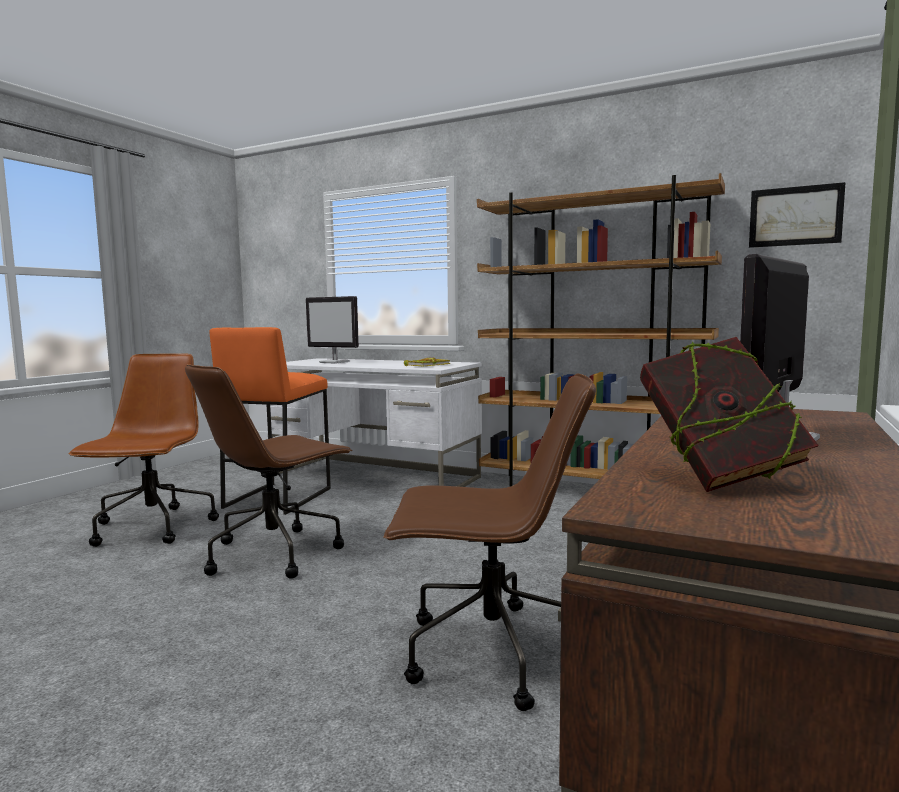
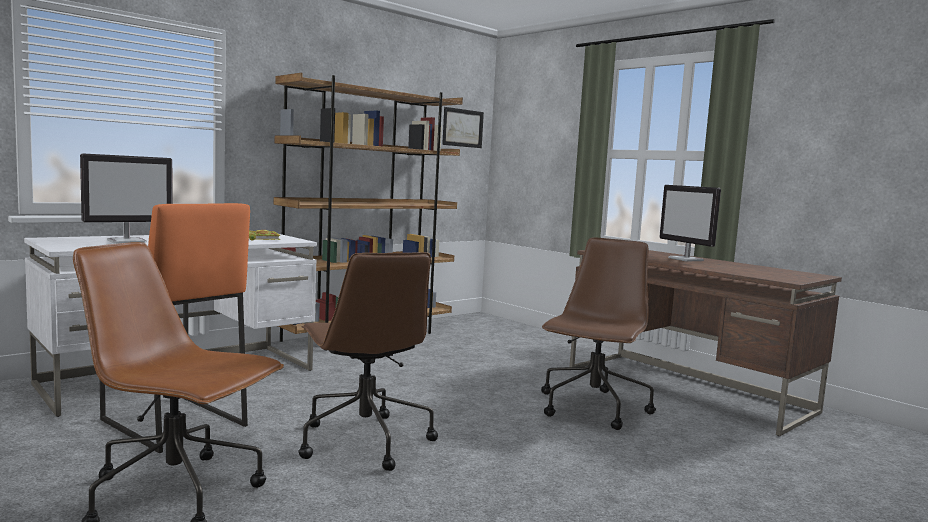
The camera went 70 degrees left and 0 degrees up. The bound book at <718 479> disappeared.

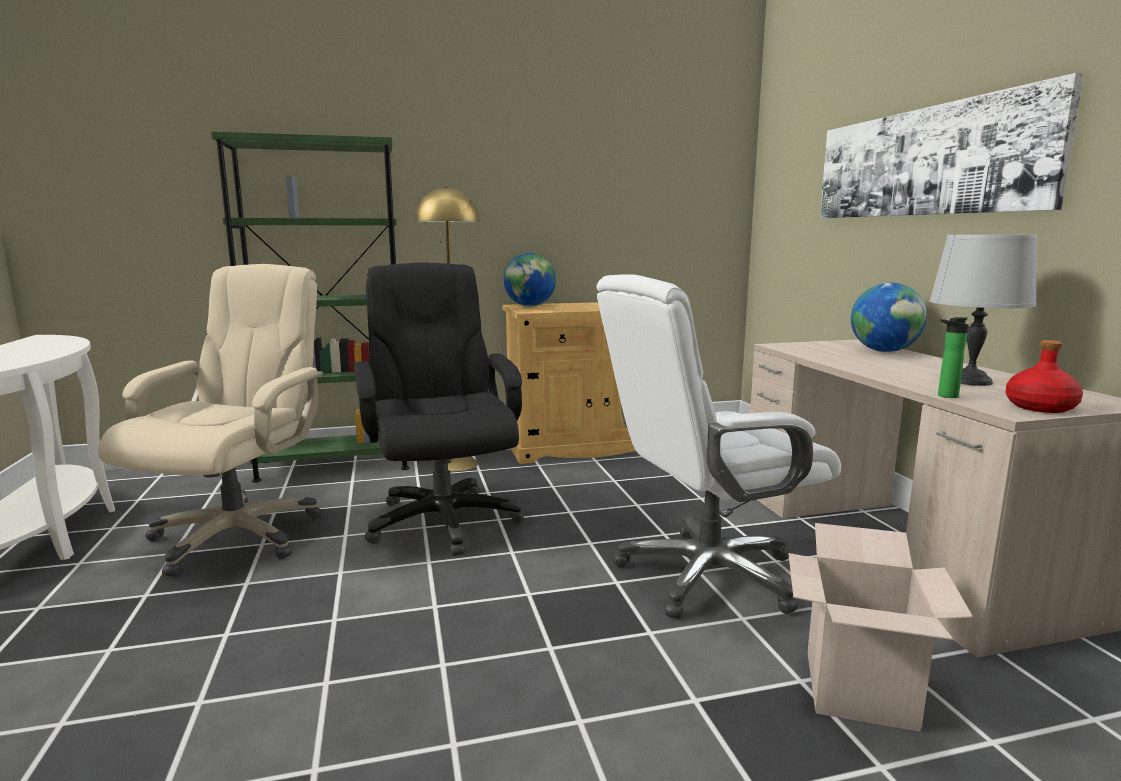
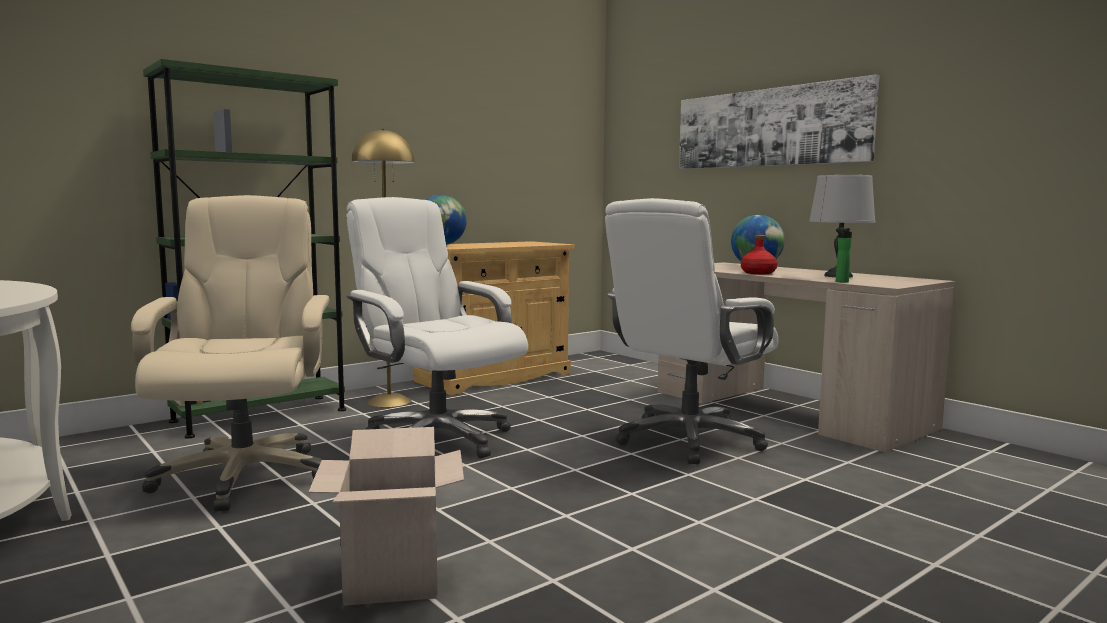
The camera went 25 degrees left and 5 degrees down. The blackish office chair at <442 520> became the whitish office chair at <437 439>. The red drink bottle moved from <1039 407> to <758 273>. The packing box moved from <859 690> to <392 578>.

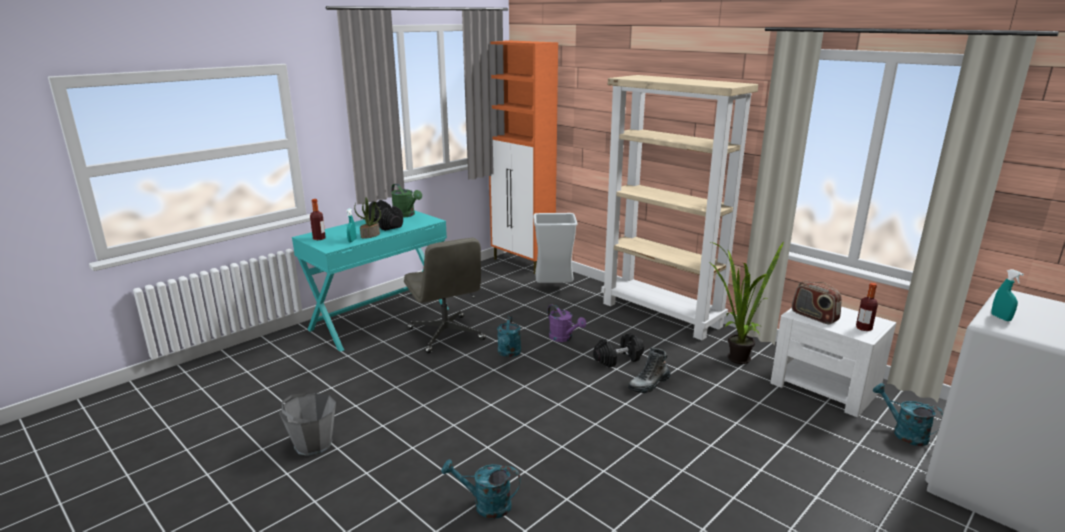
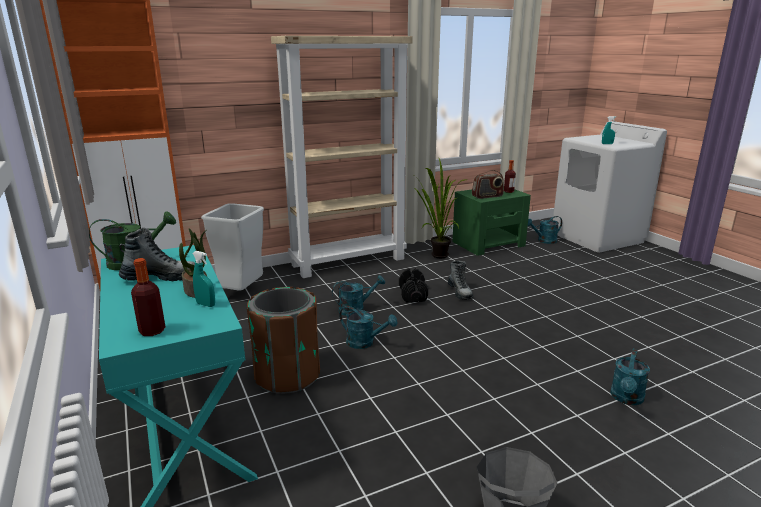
The camera went 70 degrees left and 0 degrees up. The blackish dumbbell at <386 225> was replaced by the tall boot at <160 277>. The grey office chair at <446 334> was replaced by the brownish trash can at <288 375>. The purple sprinkling can at <564 338> became the blue-green sprinkling can at <356 309>. The whitish bedside table at <825 387> became the green-coloured bedside table at <489 243>.

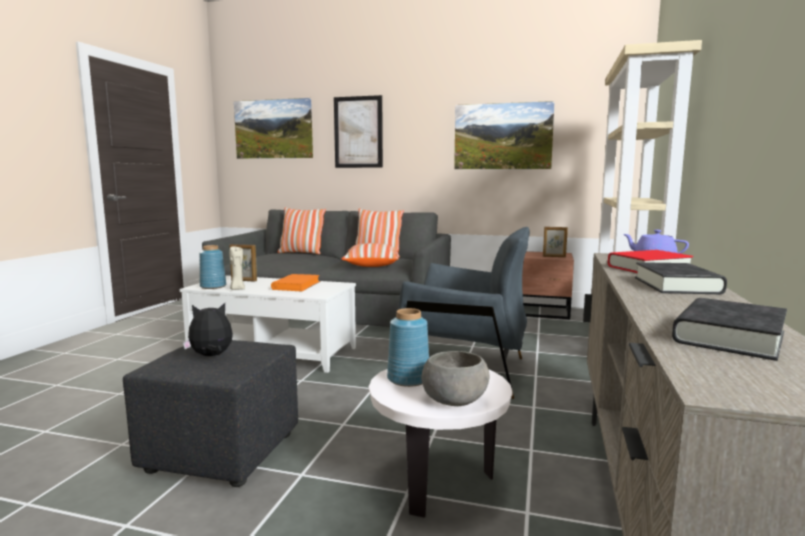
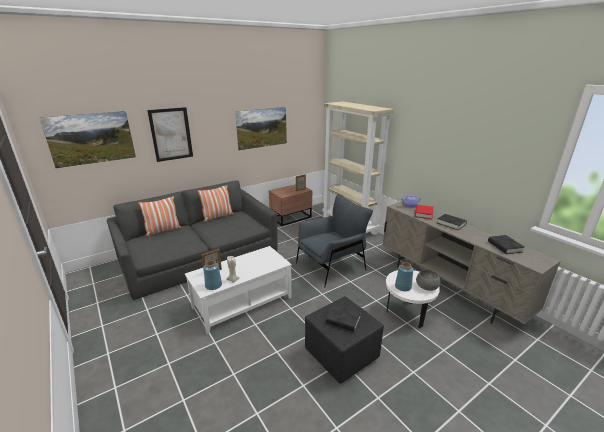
The camera went 50 degrees left and 15 degrees up. The throw pillow at <371 264> disappeared. The orange-coloured bound book at <296 285> disappeared. The cuddly toy at <211 356> was replaced by the blackish bound book at <343 320>.

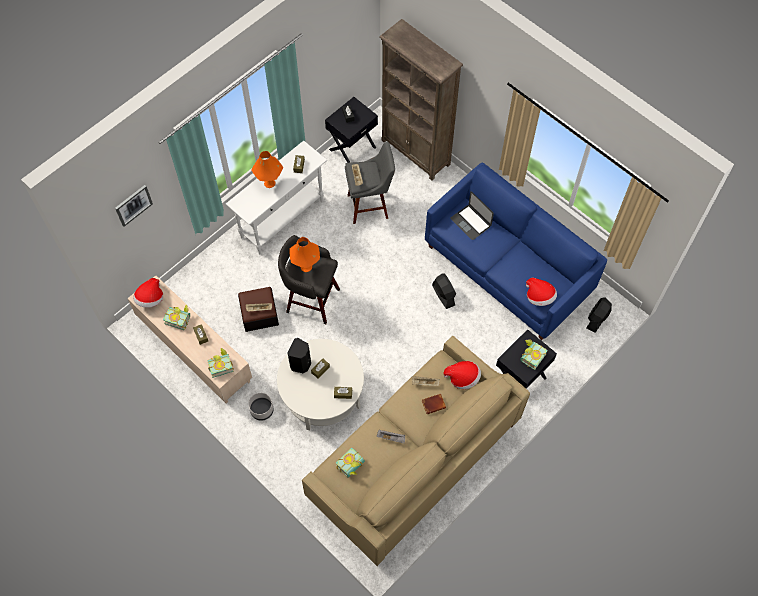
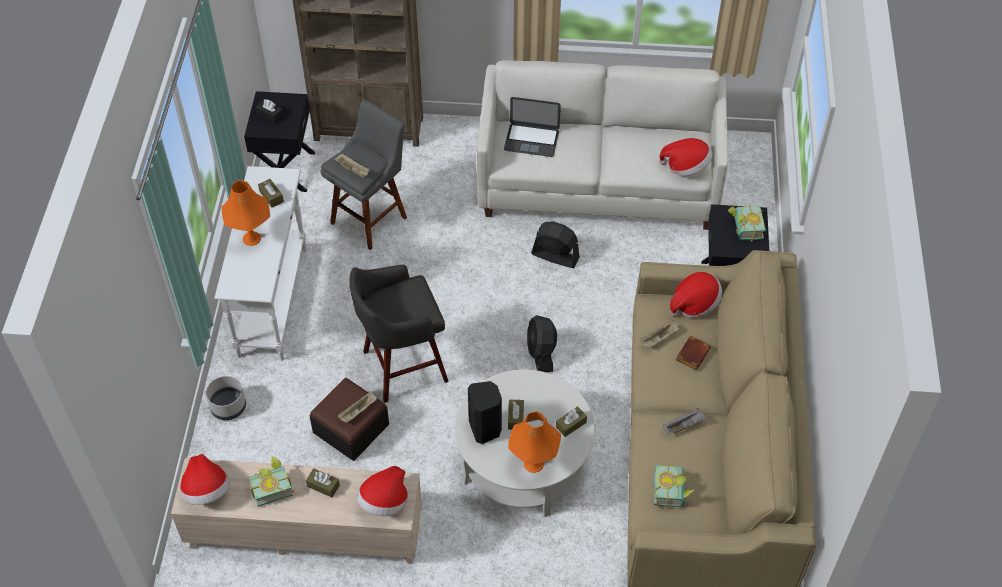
The camera went 40 degrees left and 10 degrees down. The bluish couch at <508 268> became the whitish couch at <598 181>. The picture at <133 205> disappeared. The orange-coloured table lamp moved from <306 267> to <533 464>. The blackish cooling fan moved from <597 319> to <541 353>. The bound book at <220 365> was replaced by the wearable hat at <384 502>. The grey flower pot moved from <262 410> to <228 406>.

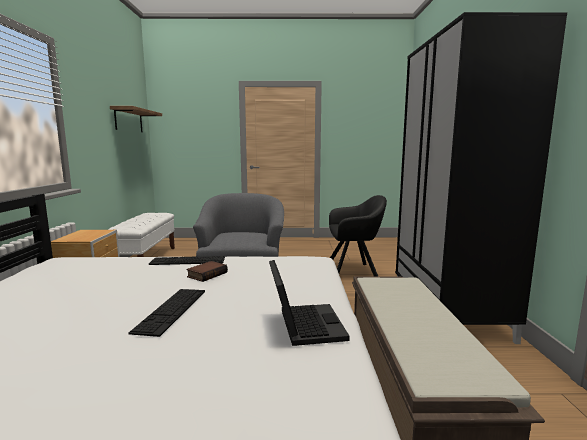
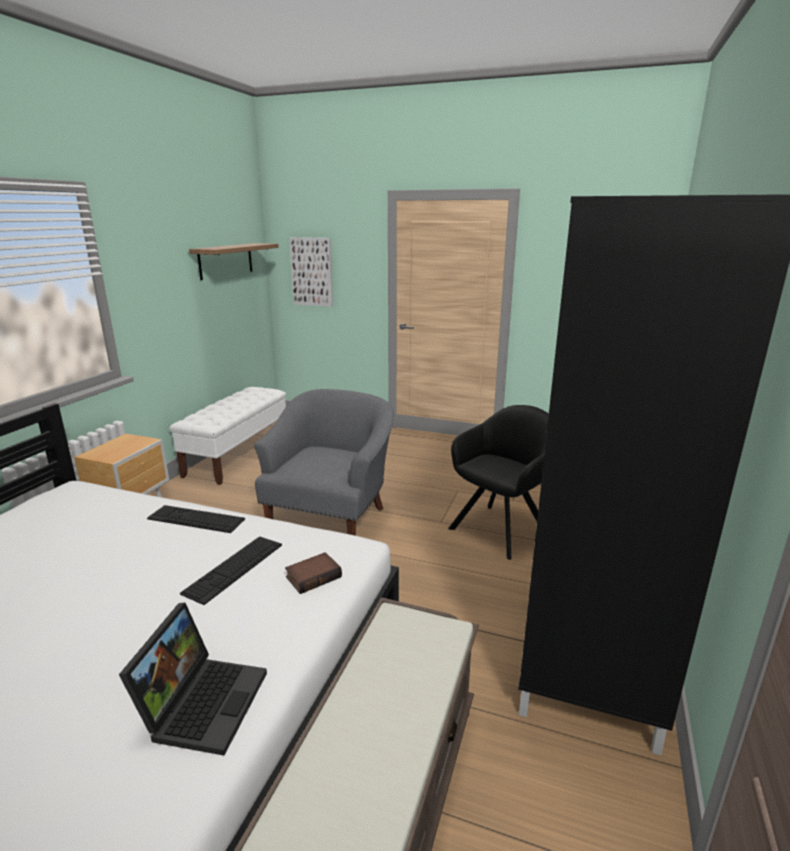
The camera went 20 degrees right and 10 degrees up. The blackish armchair at <354 271> turned 60 degrees counterclockwise. The bound book moved from <207 274> to <313 576>. The PC keyboard moved from <171 310> to <234 568>. The picture at <312 272> appeared.

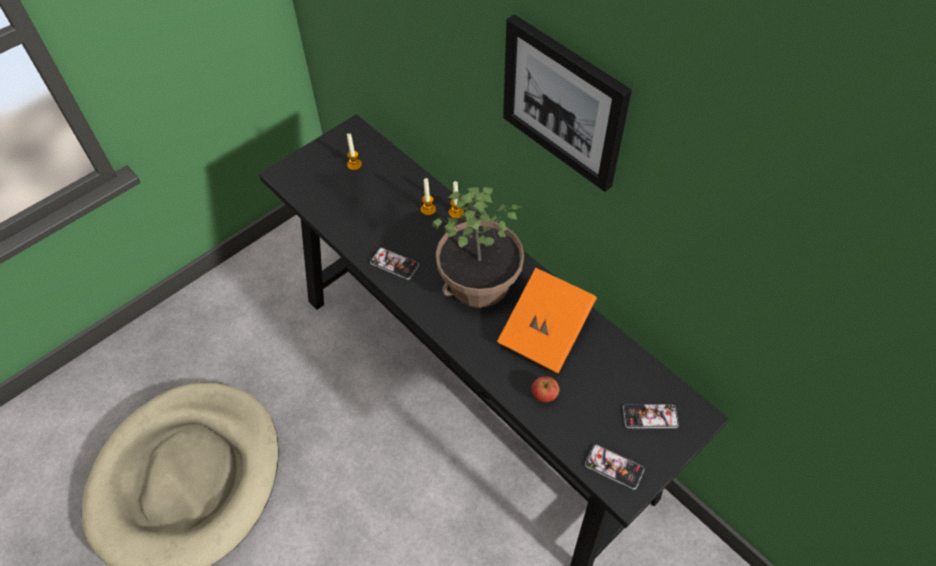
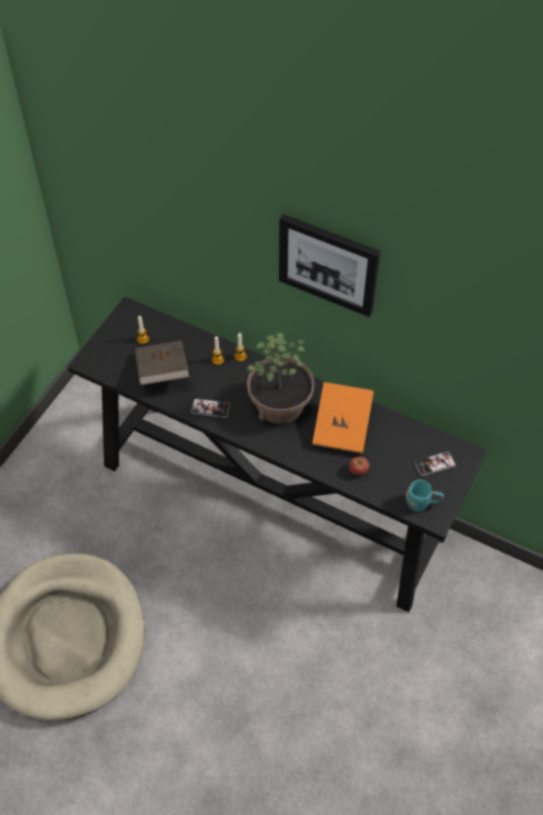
The camera went 20 degrees left and 0 degrees up. The phone at <614 467> was replaced by the blue-green tea mug at <422 504>. The brownish bound book at <162 372> appeared.

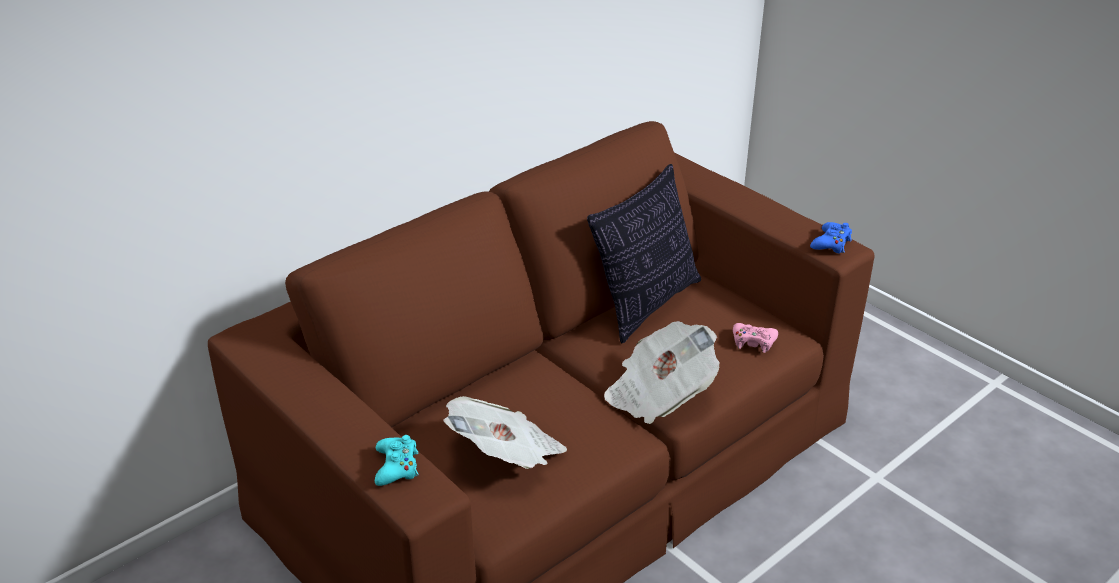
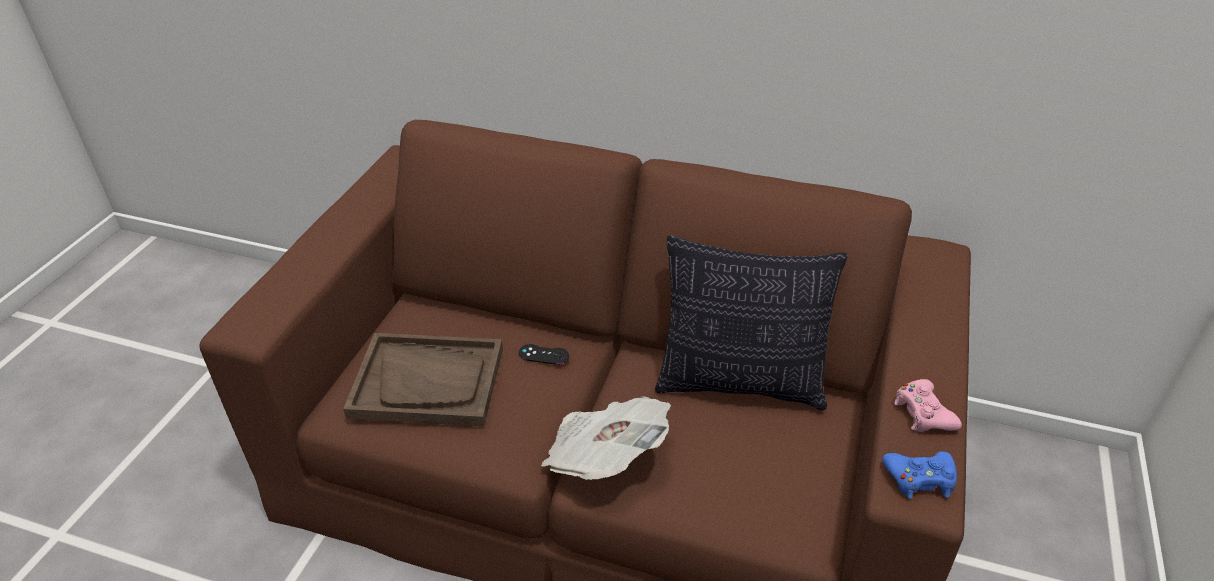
The camera went 60 degrees right and 5 degrees up. The pink-coloured joypad moved from <753 342> to <923 413>. The printed paper at <507 455> was replaced by the brownish serving tray at <428 382>. The blue-green joypad at <397 466> disappeared. The blackish joypad at <543 354> appeared.

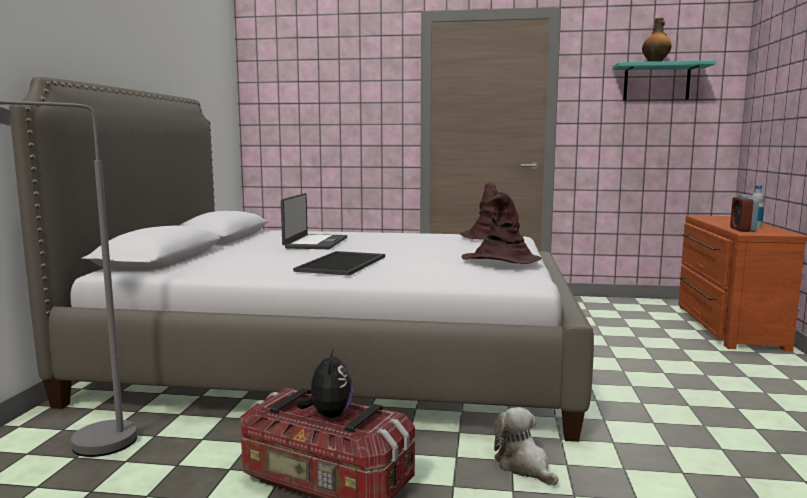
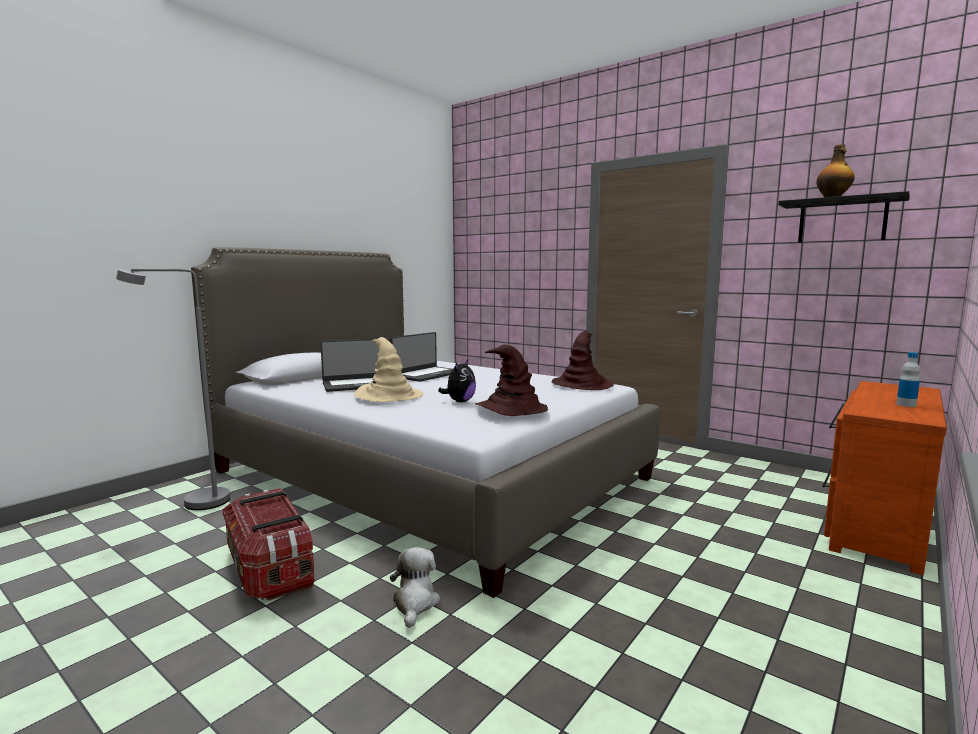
The camera went 30 degrees right and 0 degrees up. The blue-green shelf at <656 82> became the blackish shelf at <842 221>. The bedside clock at <742 229> disappeared. The serving tray at <343 264> was replaced by the sand-coloured wearable hat at <388 396>. The cuddly toy moved from <328 415> to <459 401>. The laptop at <360 384> appeared.

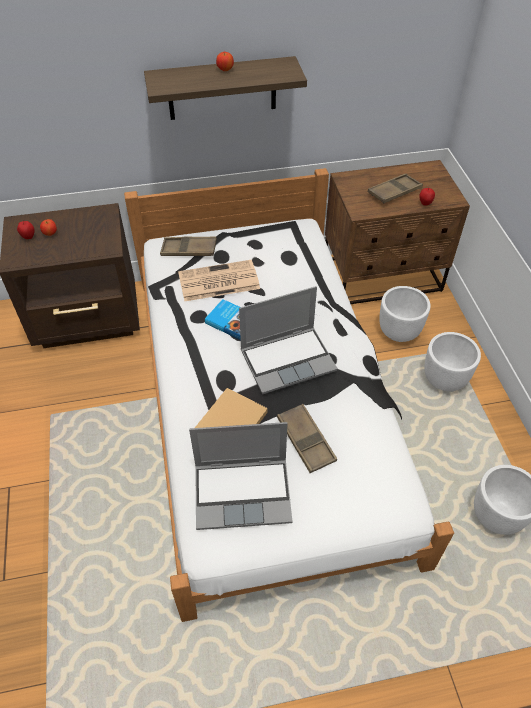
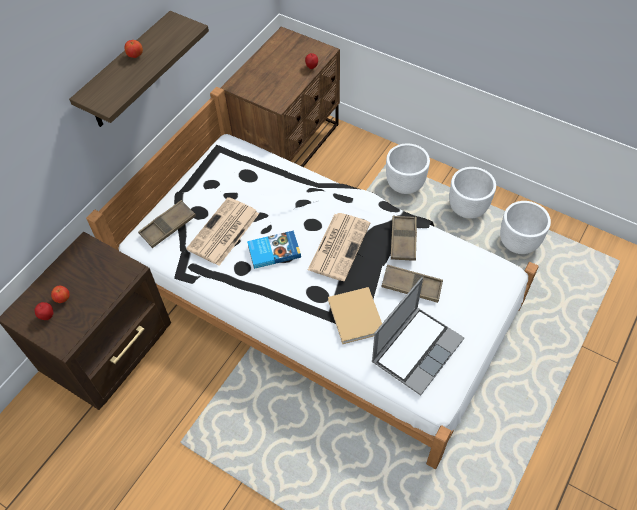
The camera went 45 degrees left and 5 degrees up. The brownish serving tray moved from <394 192> to <403 240>. The laptop at <288 359> was replaced by the printed paper at <339 245>. The whitish flower pot moved from <399 332> to <467 208>.

